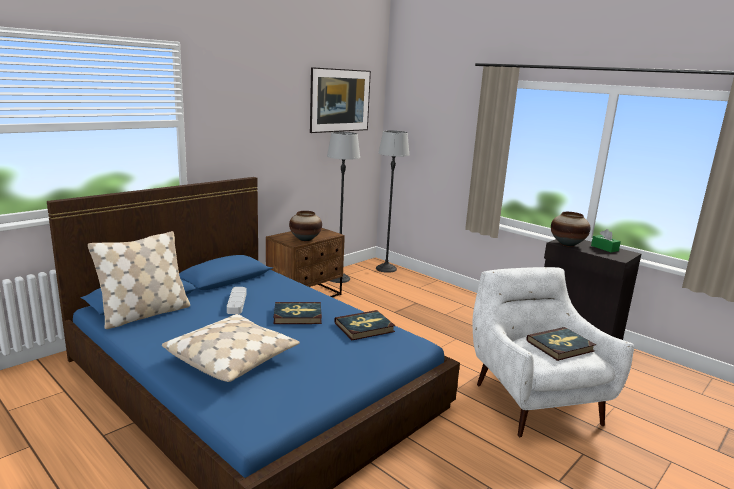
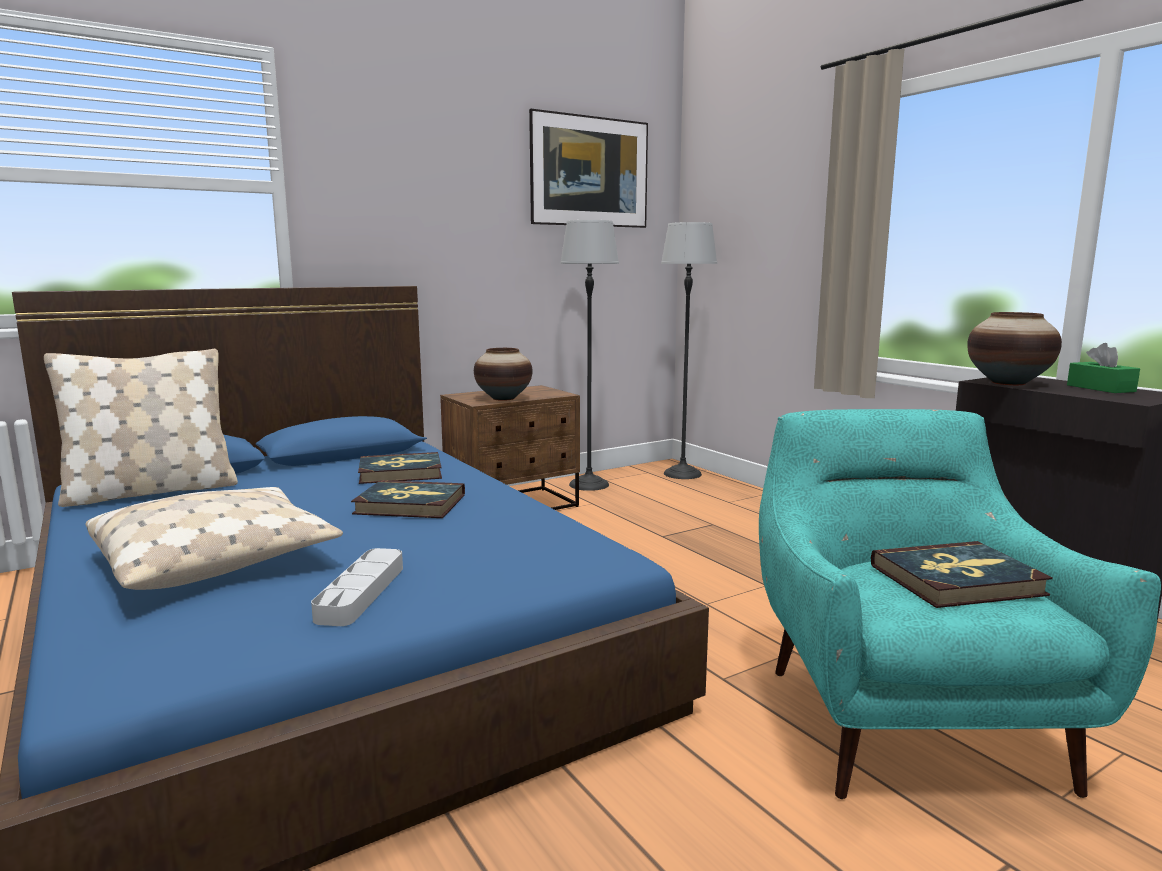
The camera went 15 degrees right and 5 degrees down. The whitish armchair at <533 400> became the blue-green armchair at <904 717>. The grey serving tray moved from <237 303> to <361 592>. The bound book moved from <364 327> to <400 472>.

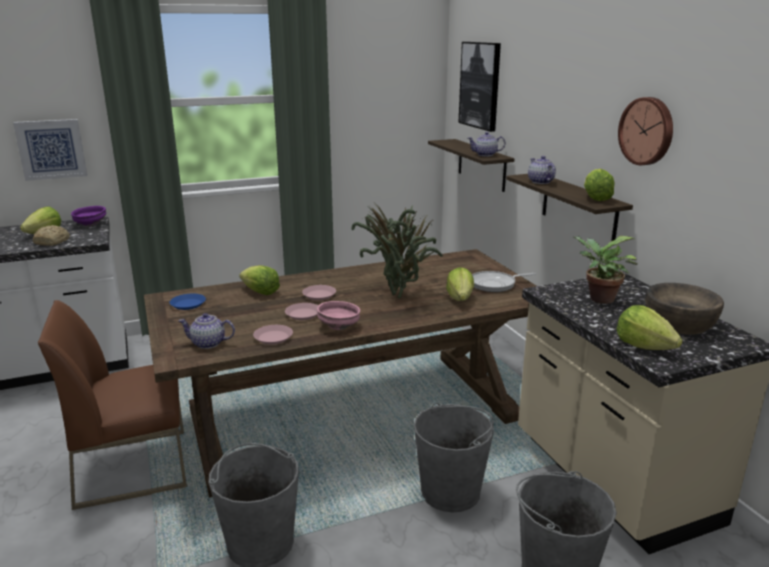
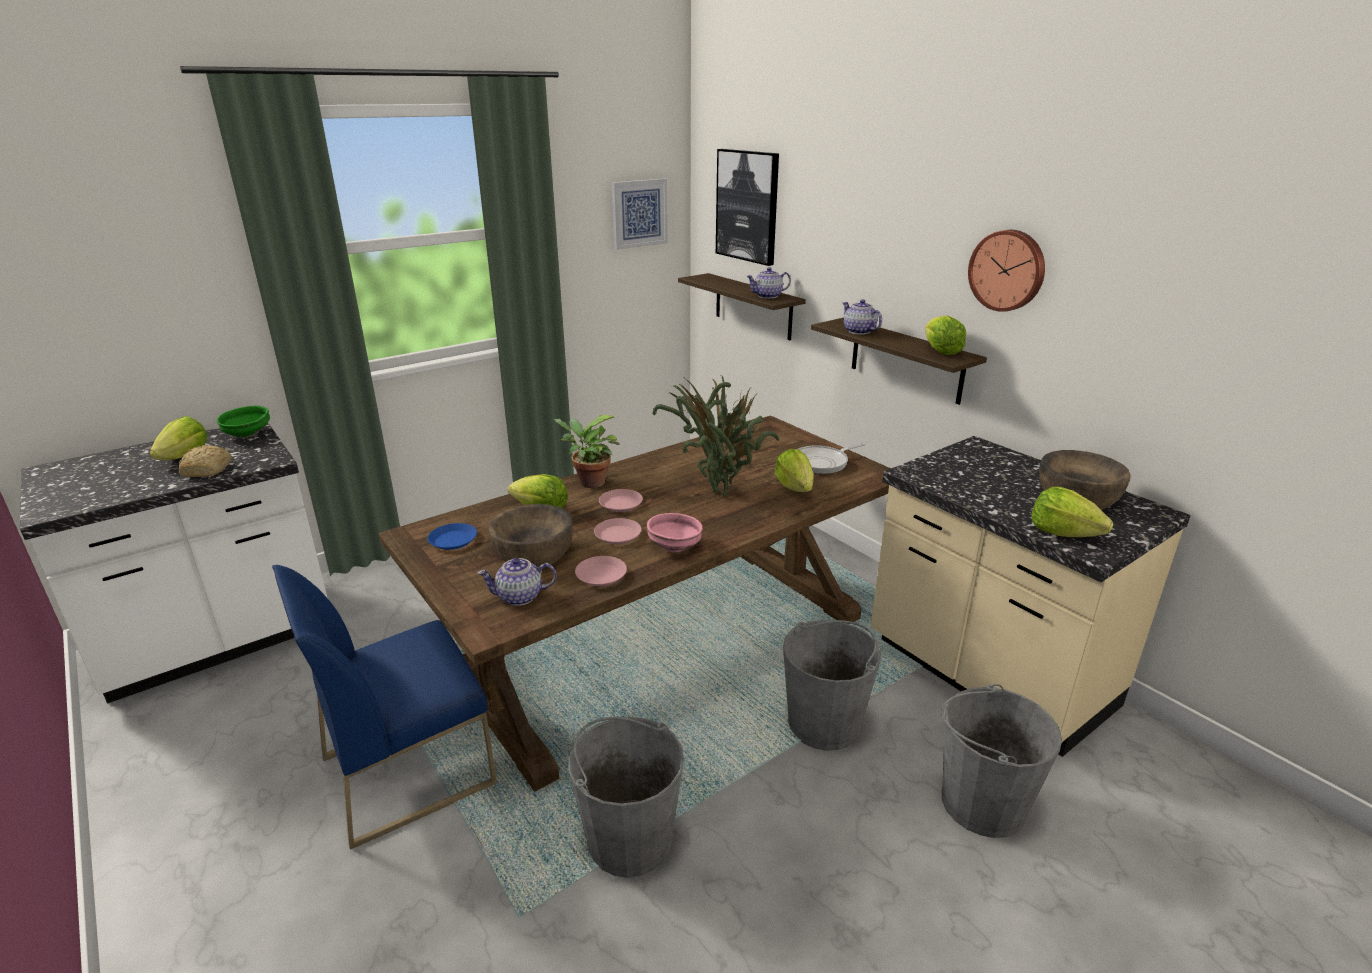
The camera went 15 degrees left and 5 degrees up. The picture moved from <51 149> to <639 213>. The purple deep dish at <90 225> became the green-coloured deep dish at <247 435>. The houseplant moved from <598 299> to <589 483>. The brownish chair at <134 467> became the bluish chair at <409 769>. The brownish deep dish at <533 553> appeared.

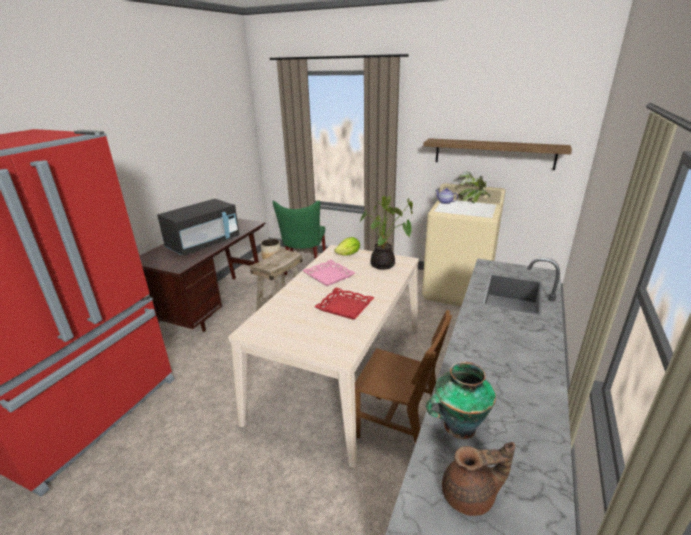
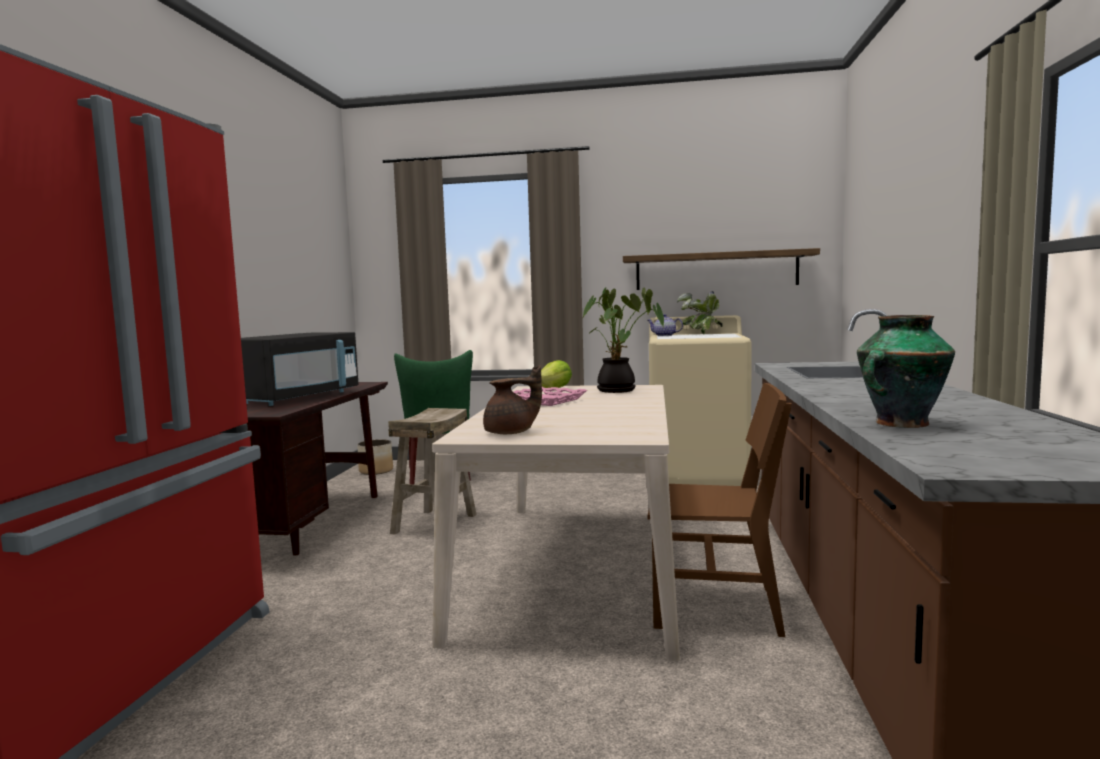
The camera went 15 degrees left and 20 degrees down. The red serving tray at <344 307> disappeared. The brownish pot for tea moved from <470 496> to <511 433>.

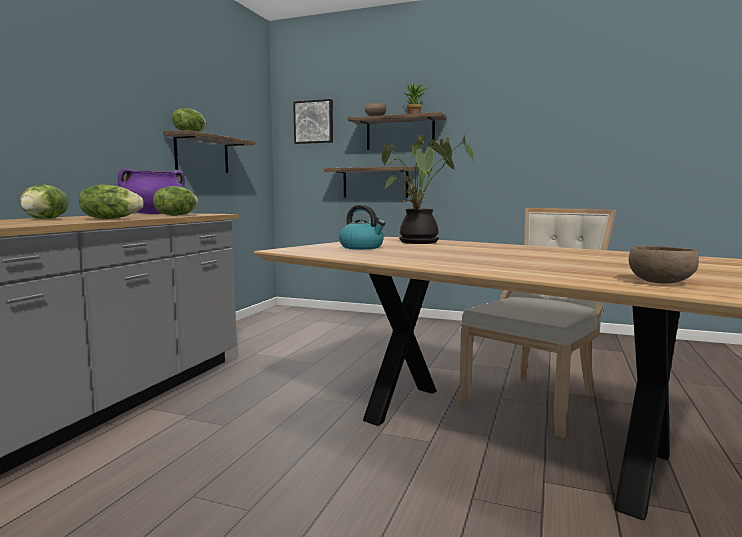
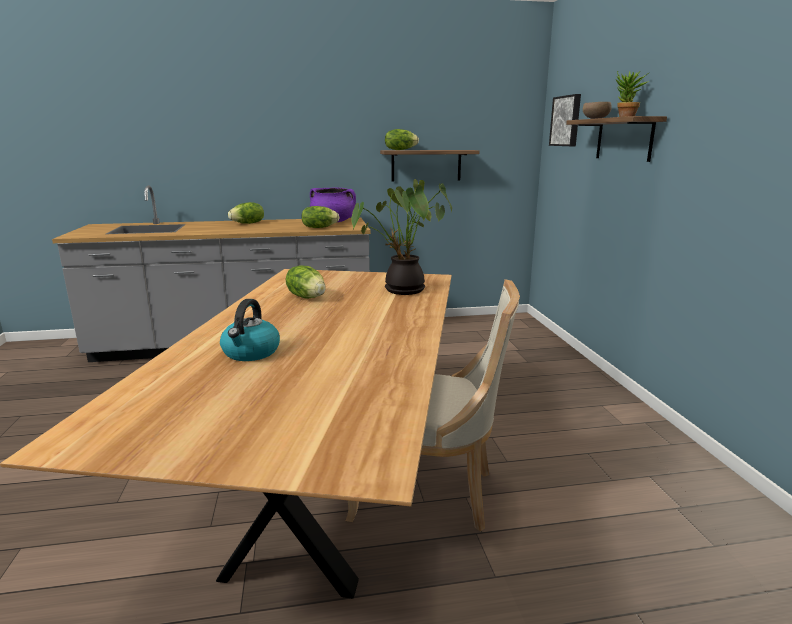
The camera went 60 degrees right and 10 degrees up. The shelf at <375 183> disappeared. The lettuce head moved from <111 218> to <307 297>. The water kettle moved from <362 247> to <251 353>. The brownish deep dish at <660 282> disappeared.

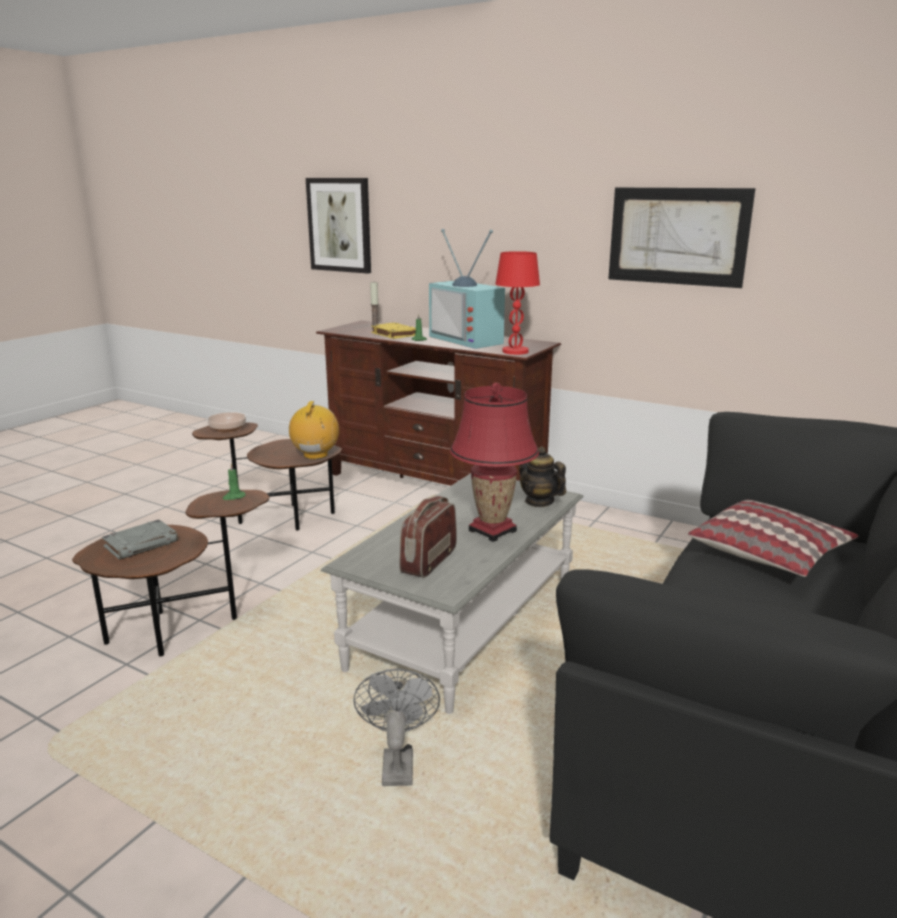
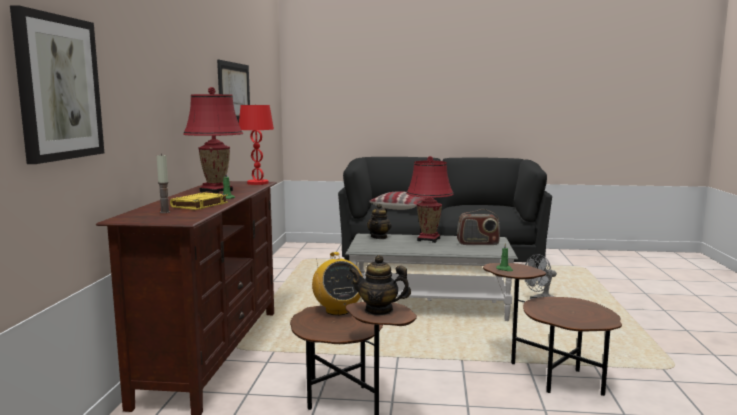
The camera went 115 degrees left and 10 degrees down. The television at <469 340> was replaced by the red table lamp at <216 191>. The radio receiver at <315 455> turned 90 degrees counterclockwise. The deep dish at <227 429> was replaced by the pot for tea at <379 310>. The grey bound book at <141 544> disappeared.

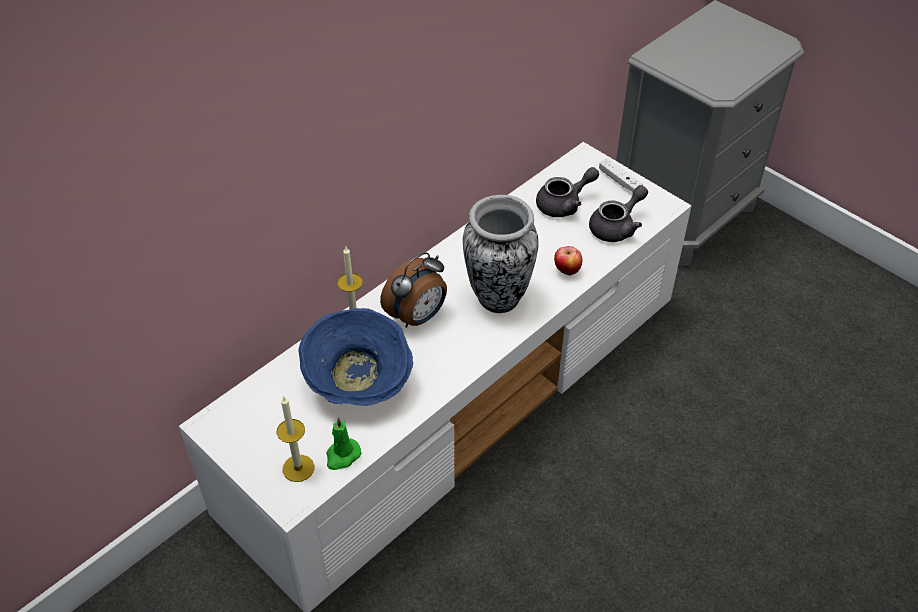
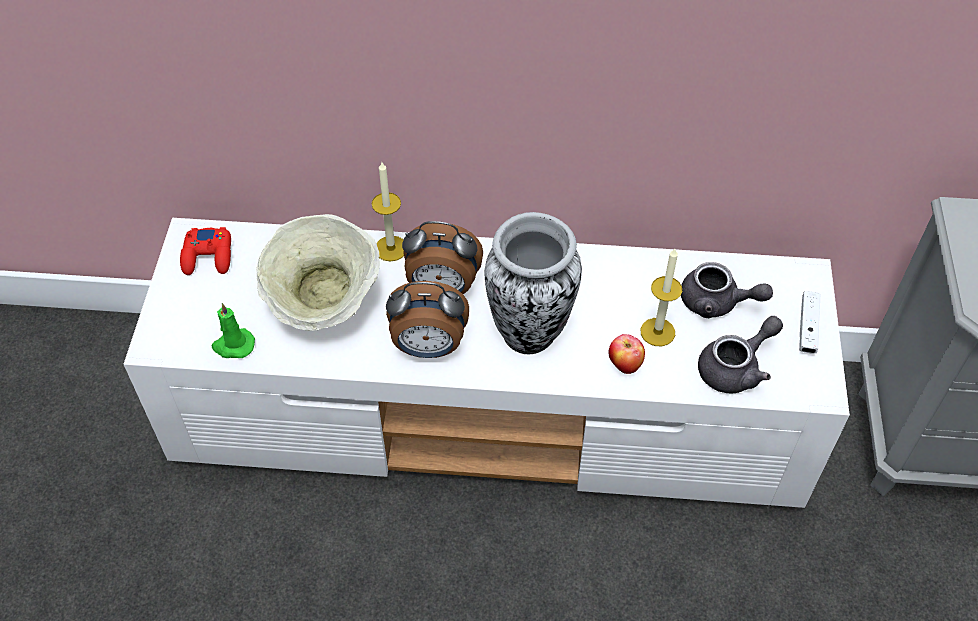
The camera went 50 degrees right and 5 degrees up. The grey pot for tea at <617 227> turned 45 degrees counterclockwise. The bluish deep dish at <359 383> became the sand-coloured deep dish at <323 302>. The candle moved from <298 468> to <657 332>. The red joypad at <208 256> appeared. The bedside clock at <428 347> appeared.

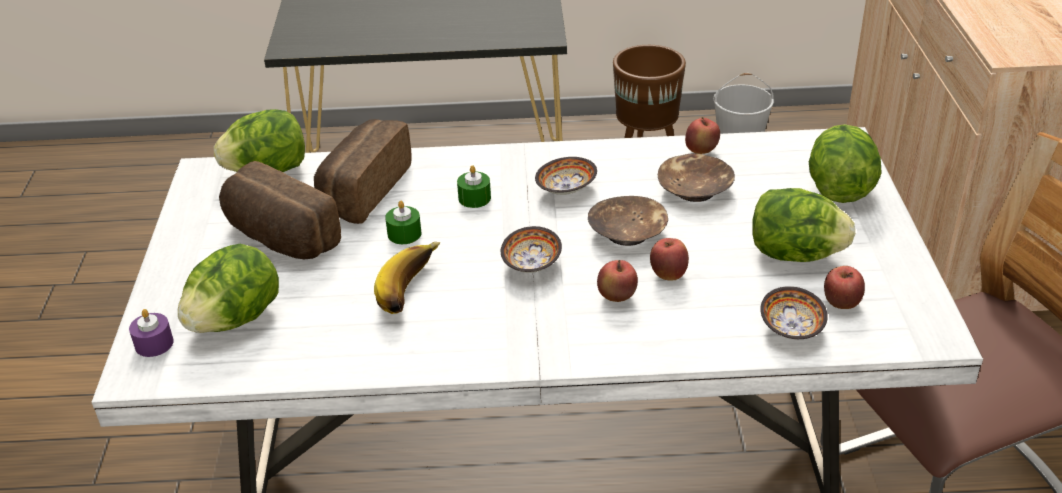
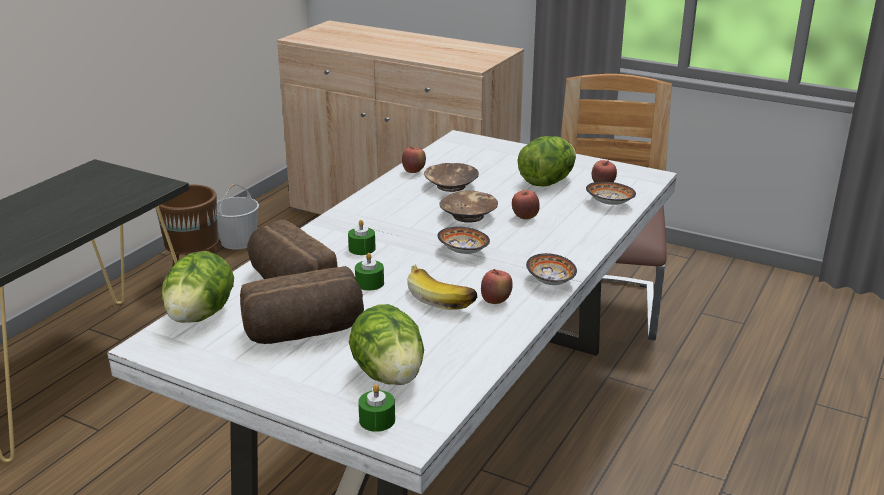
The camera went 60 degrees left and 10 degrees down. The lettuce head at <839 189> disappeared. The deep dish moved from <564 189> to <549 282>. The apple moved from <617 297> to <496 301>. The purple candle at <154 344> became the green-coloured candle at <377 420>.

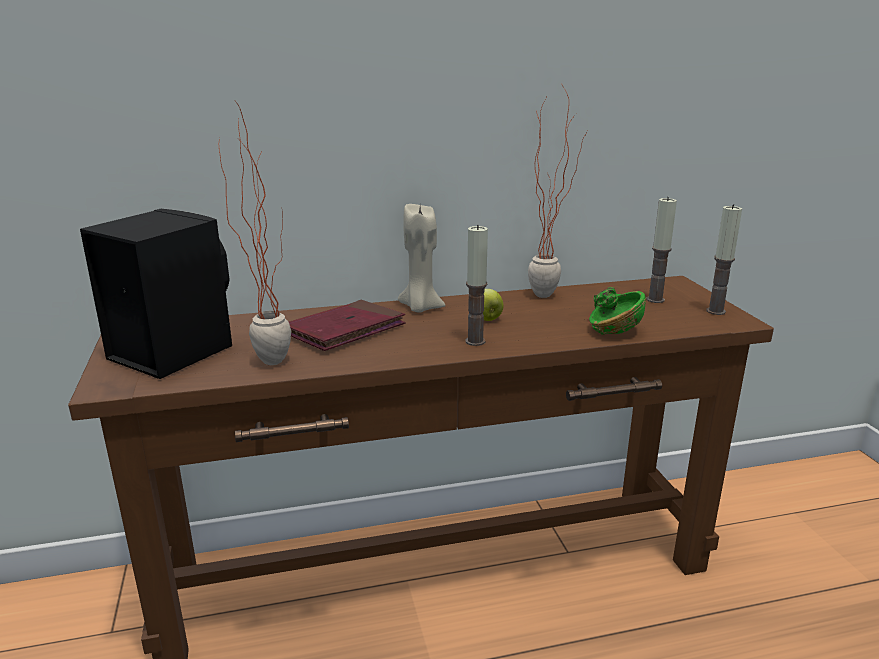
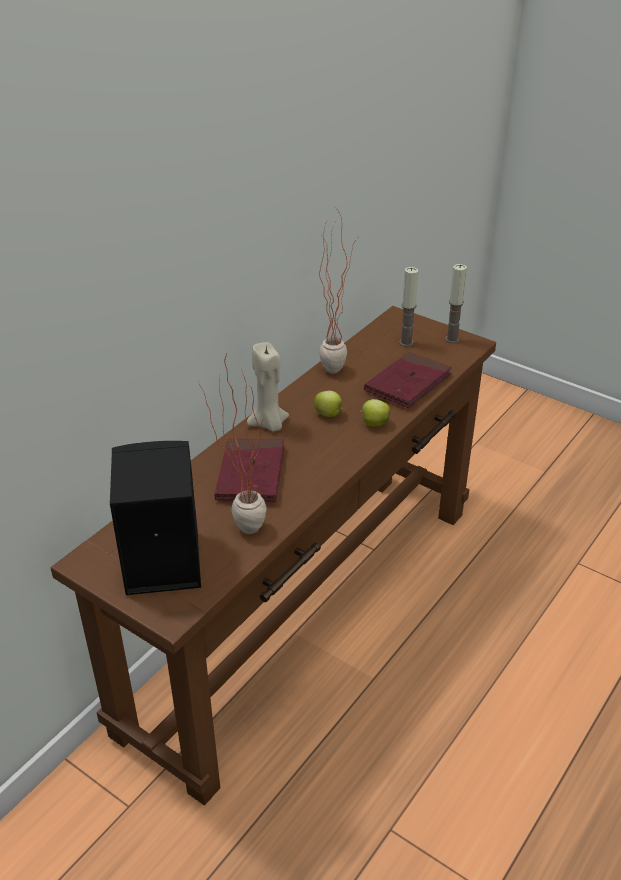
The camera went 40 degrees left and 15 degrees up. The candle at <475 341> disappeared. The green-coloured deep dish at <608 325> was replaced by the red bound book at <408 383>. The apple at <374 423> appeared.

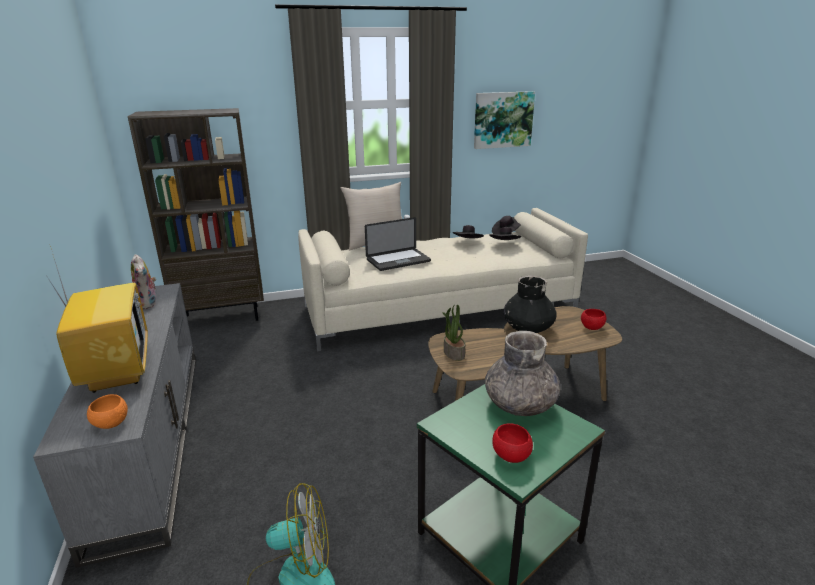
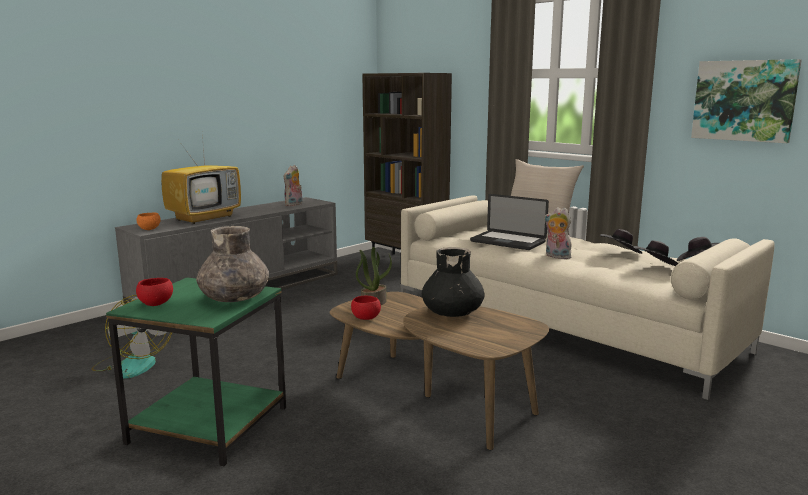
The camera went 60 degrees right and 10 degrees down. The red deep dish moved from <591 327> to <366 318>. The cuddly toy at <556 257> appeared.

